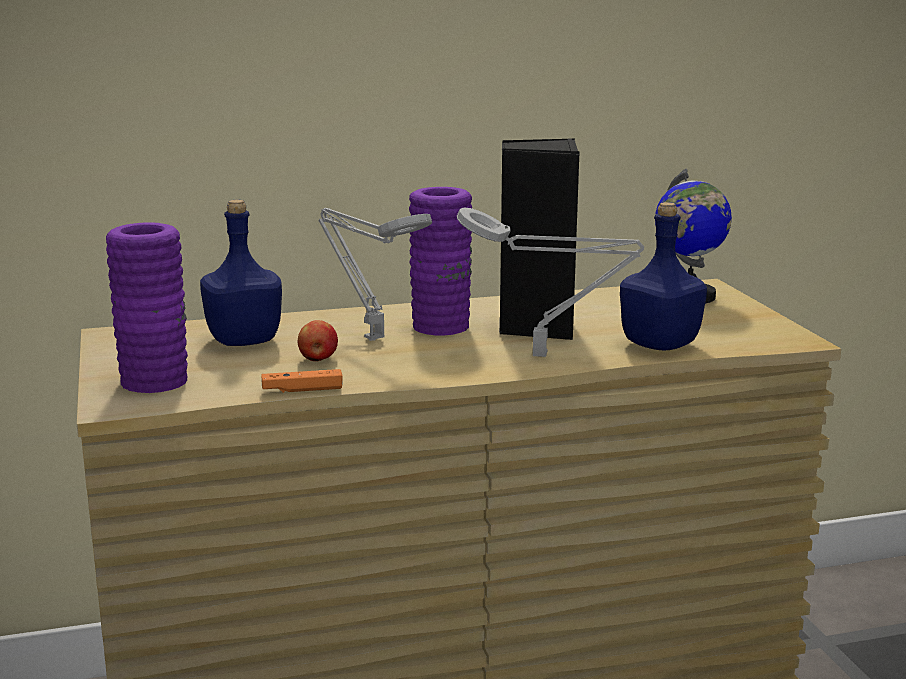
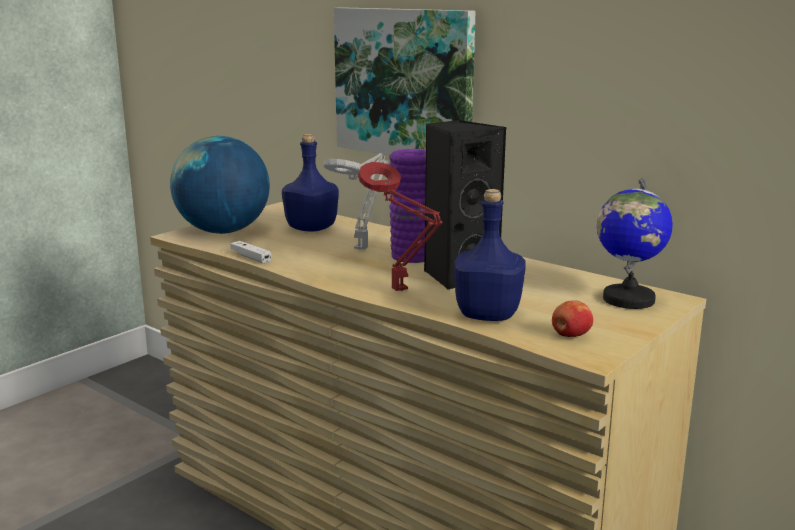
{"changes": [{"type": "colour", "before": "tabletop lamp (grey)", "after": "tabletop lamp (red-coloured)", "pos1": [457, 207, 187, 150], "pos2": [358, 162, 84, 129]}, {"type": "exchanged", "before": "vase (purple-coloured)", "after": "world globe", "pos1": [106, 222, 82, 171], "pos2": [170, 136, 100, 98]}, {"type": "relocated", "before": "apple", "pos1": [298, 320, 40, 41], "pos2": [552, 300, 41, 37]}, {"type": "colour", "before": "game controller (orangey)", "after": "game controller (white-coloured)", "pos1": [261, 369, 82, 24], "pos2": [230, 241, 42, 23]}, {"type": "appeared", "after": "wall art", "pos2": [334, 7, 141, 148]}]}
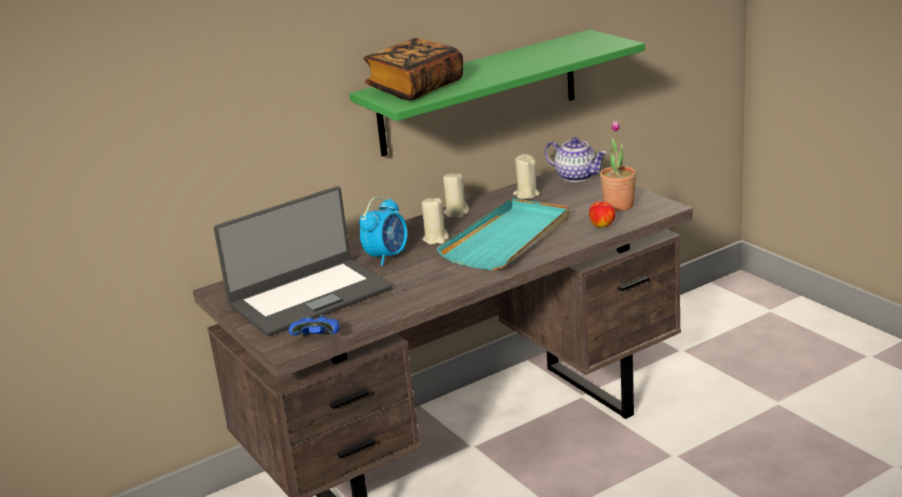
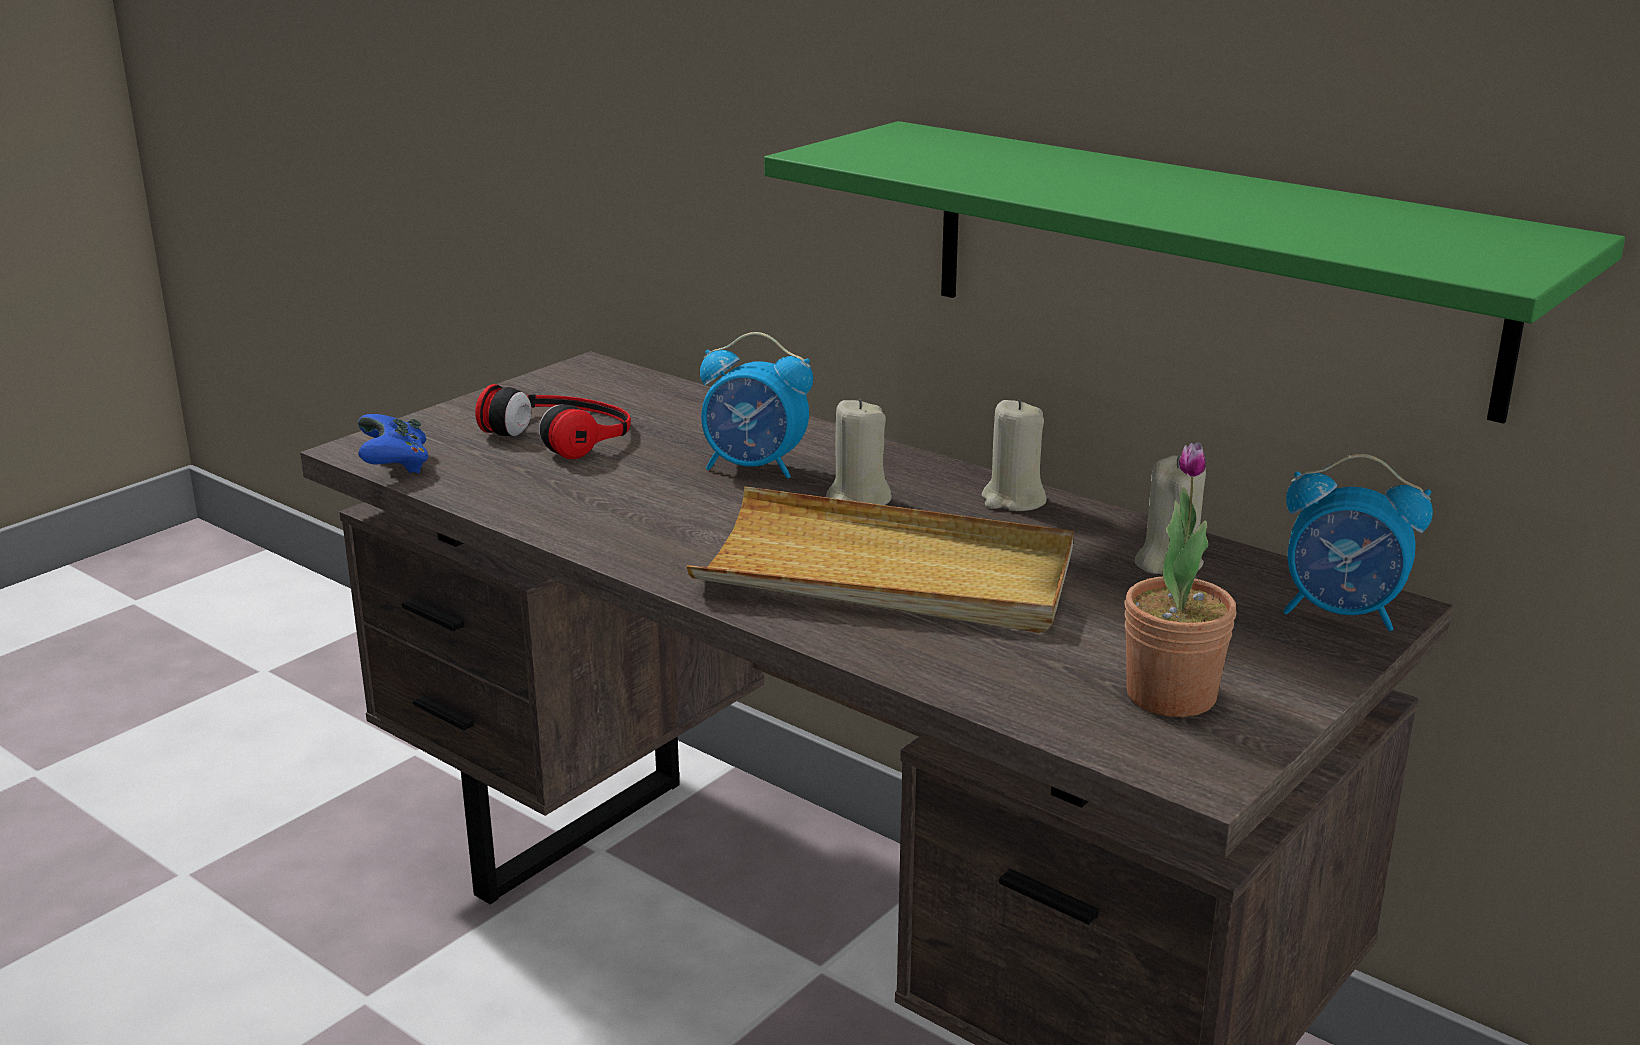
{"changes": [{"type": "missing", "before": "book", "pos1": [363, 38, 100, 62]}, {"type": "exchanged", "before": "tea pot", "after": "table clock", "pos1": [545, 137, 62, 45], "pos2": [1283, 454, 150, 177]}, {"type": "exchanged", "before": "portable computer", "after": "pair of headphones", "pos1": [214, 186, 178, 150], "pos2": [475, 384, 156, 75]}, {"type": "colour", "before": "serving tray (turquoise-coloured)", "after": "serving tray (sand-coloured)", "pos1": [437, 198, 133, 72], "pos2": [687, 487, 387, 146]}, {"type": "missing", "before": "apple", "pos1": [589, 202, 27, 26]}]}
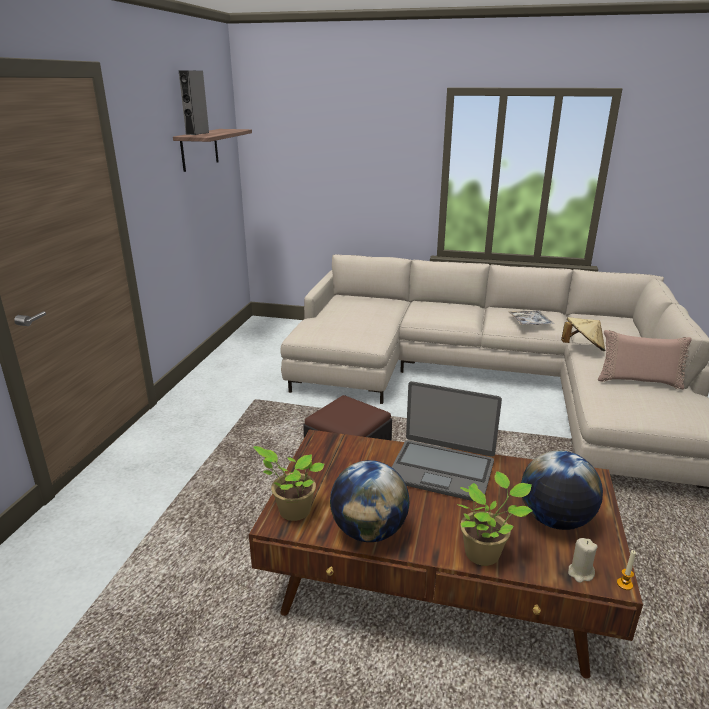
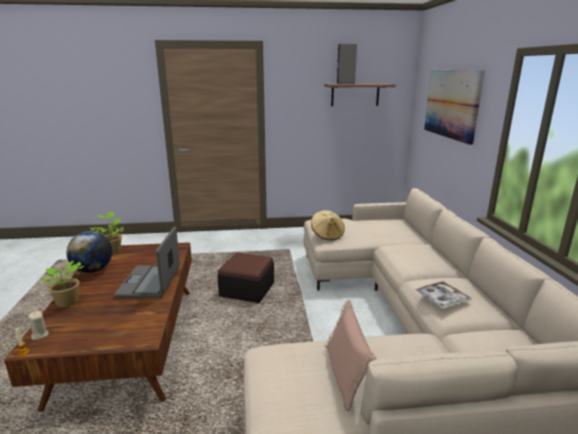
{"changes": [{"type": "relocated", "before": "wearable hat (sand-coloured)", "pos1": [561, 317, 44, 34], "pos2": [311, 210, 34, 31]}, {"type": "missing", "before": "world globe", "pos1": [521, 450, 82, 80]}, {"type": "appeared", "after": "wall art", "pos2": [424, 70, 61, 75]}]}
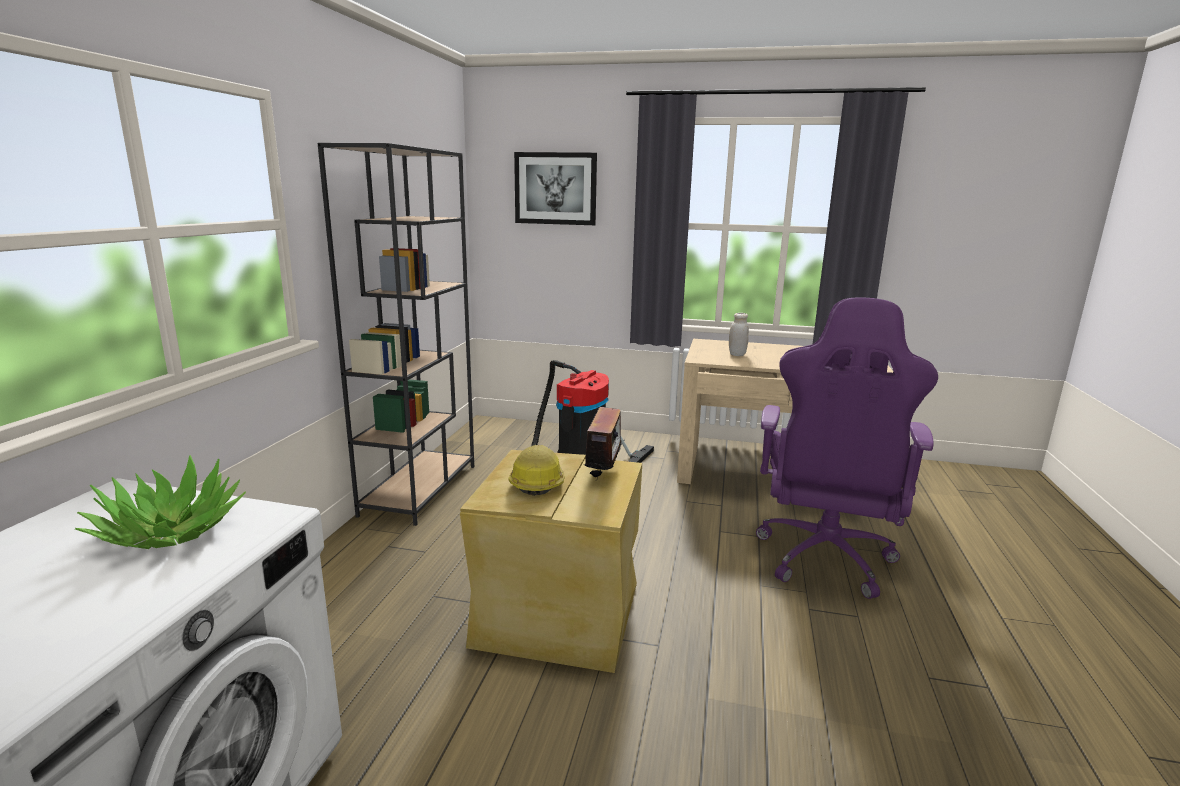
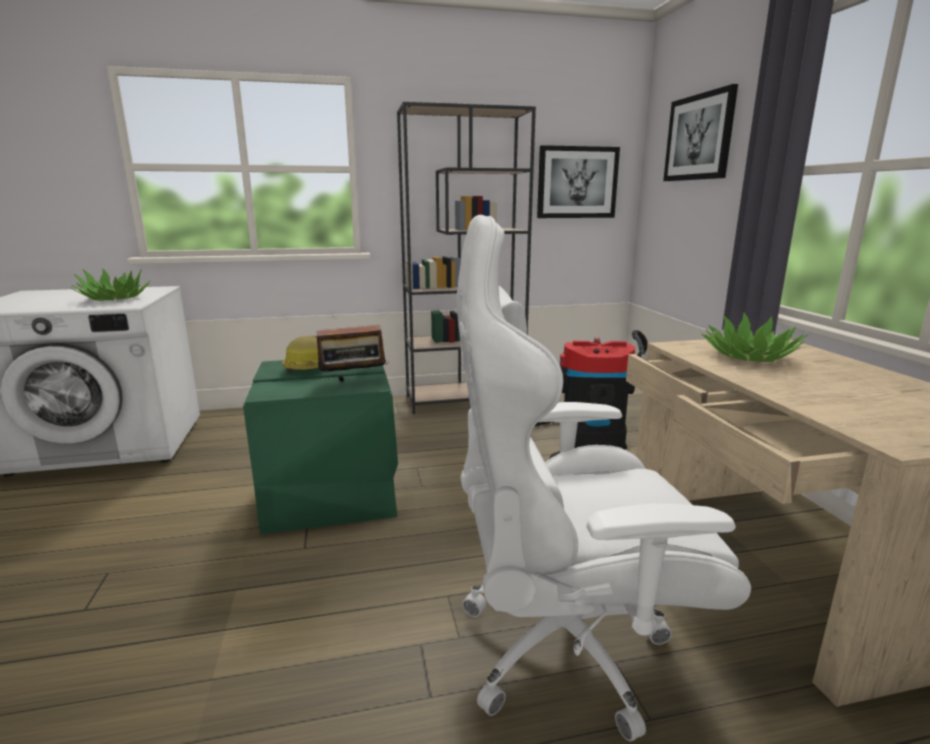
{"changes": [{"type": "colour", "before": "office chair (purple-coloured)", "after": "office chair (white-coloured)", "pos1": [756, 297, 182, 302], "pos2": [456, 215, 295, 527]}, {"type": "exchanged", "before": "preserve jar (white-coloured)", "after": "potted plant", "pos1": [729, 313, 20, 43], "pos2": [701, 313, 106, 49]}, {"type": "colour", "before": "storage container (sand-coloured)", "after": "storage container (greenish)", "pos1": [460, 450, 182, 223], "pos2": [243, 360, 155, 174]}, {"type": "appeared", "after": "wall art", "pos2": [537, 145, 83, 73]}]}
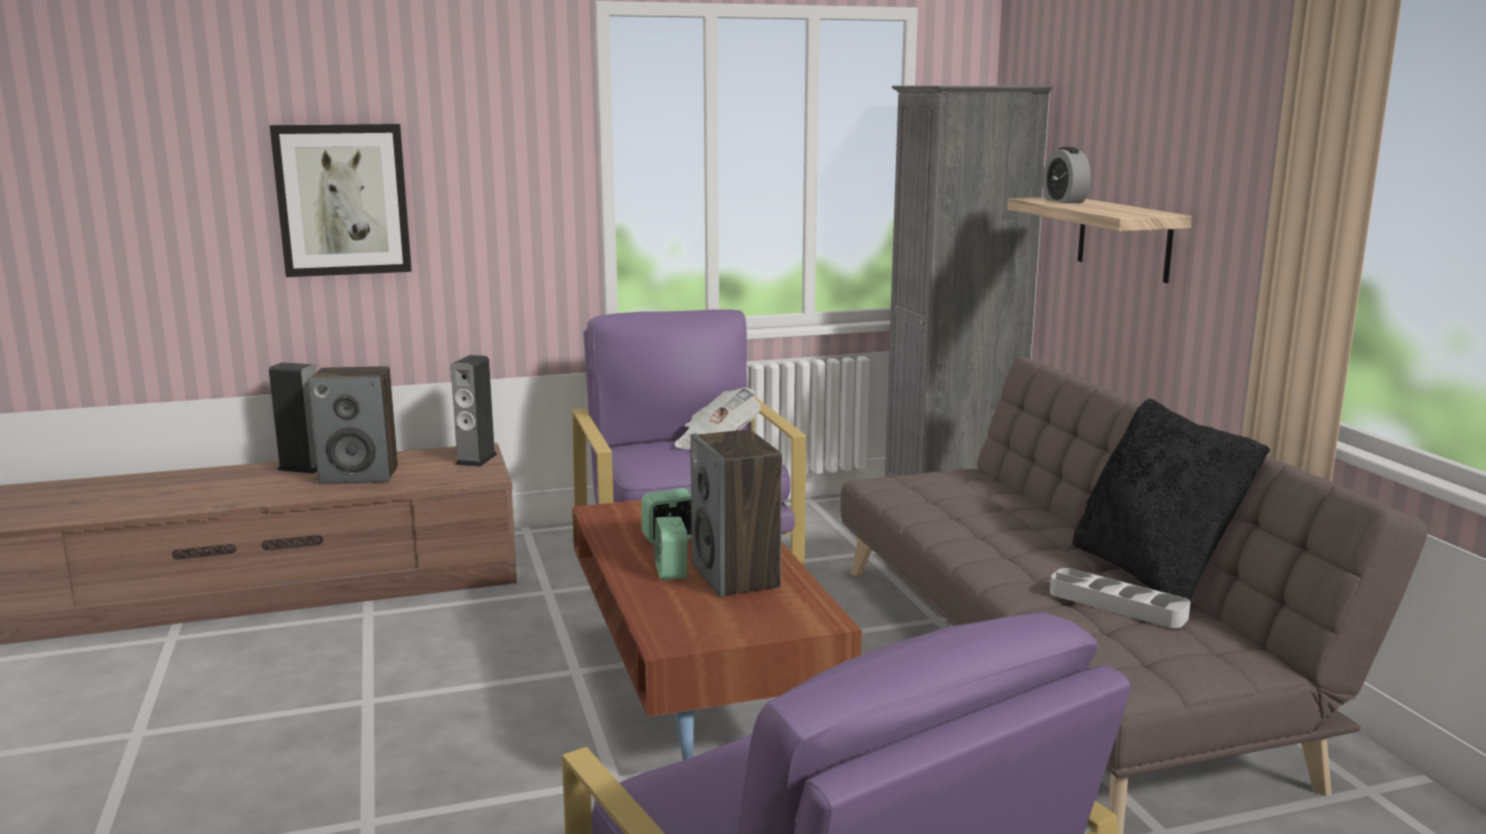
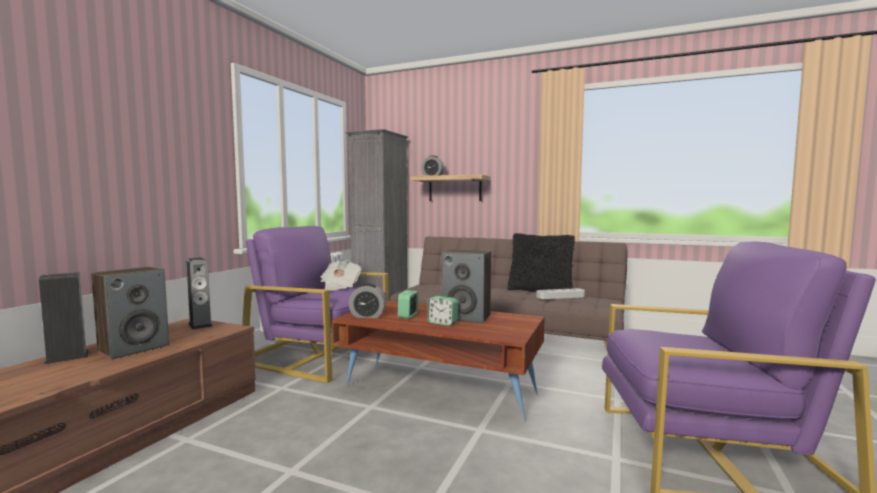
{"changes": [{"type": "missing", "before": "wall art", "pos1": [270, 124, 142, 153]}, {"type": "appeared", "after": "table clock", "pos2": [349, 283, 37, 35]}]}
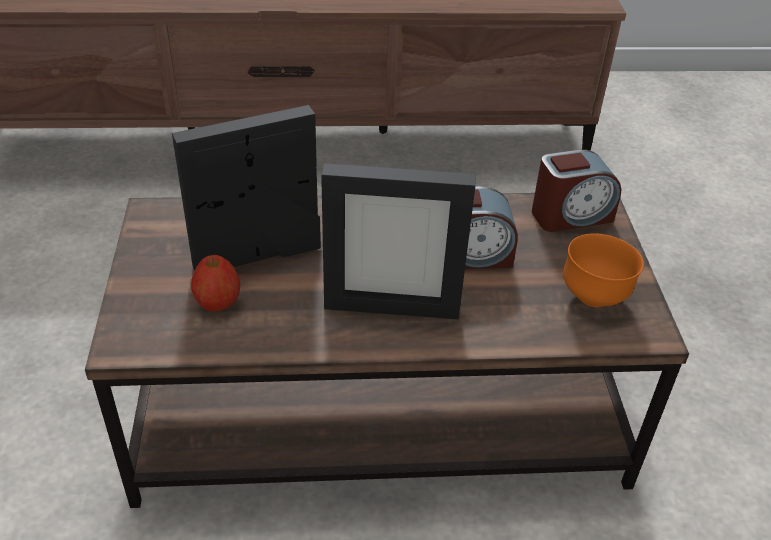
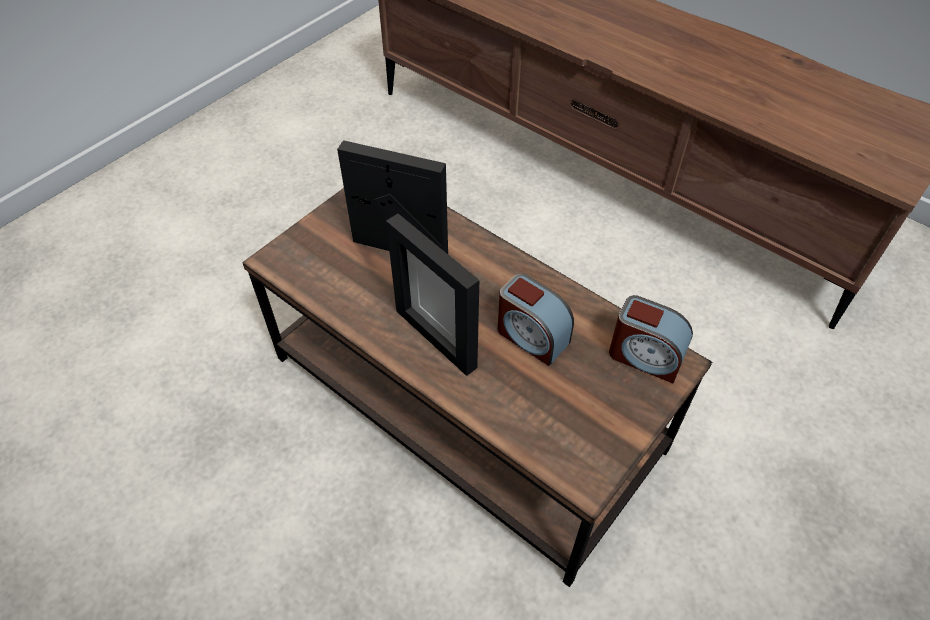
{"changes": [{"type": "missing", "before": "bowl (orangey)", "pos1": [563, 233, 81, 74]}, {"type": "missing", "before": "apple", "pos1": [191, 255, 49, 57]}]}
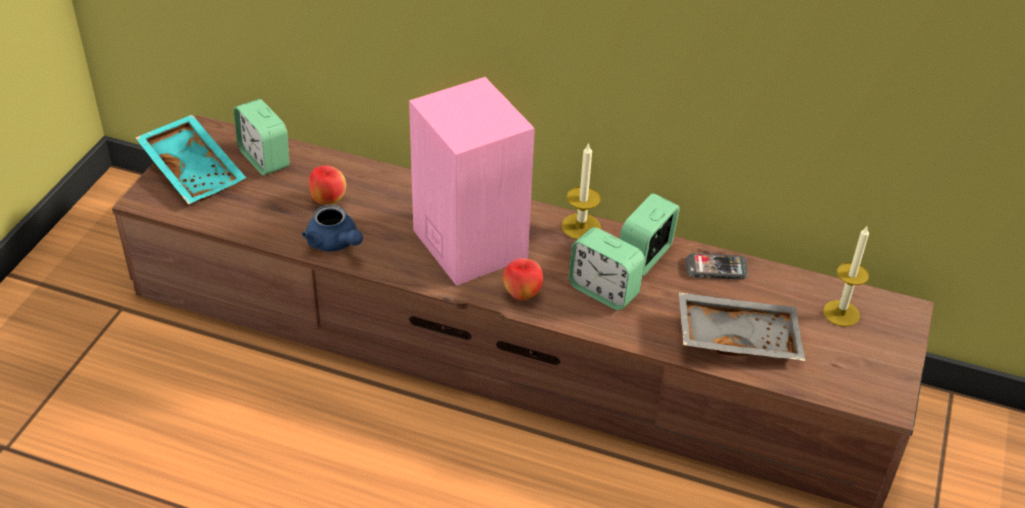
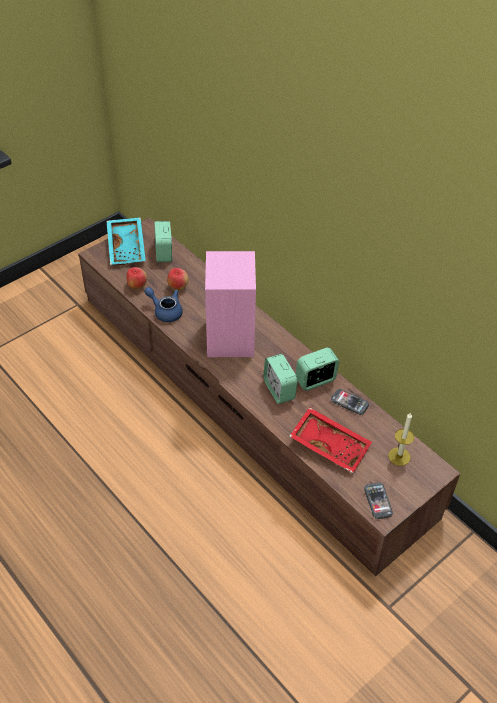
{"changes": [{"type": "missing", "before": "wax candle", "pos1": [562, 143, 39, 97]}, {"type": "spun", "before": "tea pot (blue)", "pos1": [302, 205, 61, 46], "pos2": [144, 287, 39, 35], "turn": 135}, {"type": "relocated", "before": "apple", "pos1": [503, 258, 40, 43], "pos2": [126, 267, 21, 22]}, {"type": "colour", "before": "serving tray (grey)", "after": "serving tray (red-coloured)", "pos1": [679, 292, 126, 69], "pos2": [290, 407, 82, 66]}, {"type": "appeared", "after": "handset", "pos2": [364, 482, 29, 37]}]}
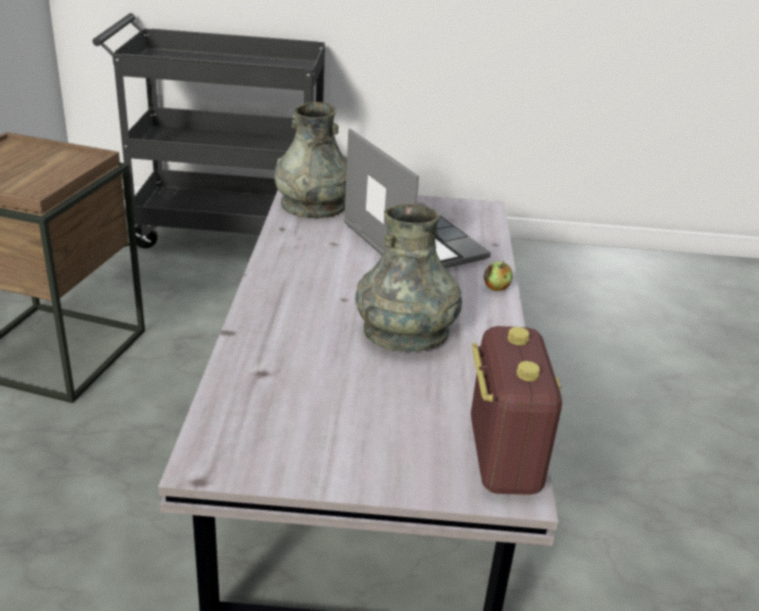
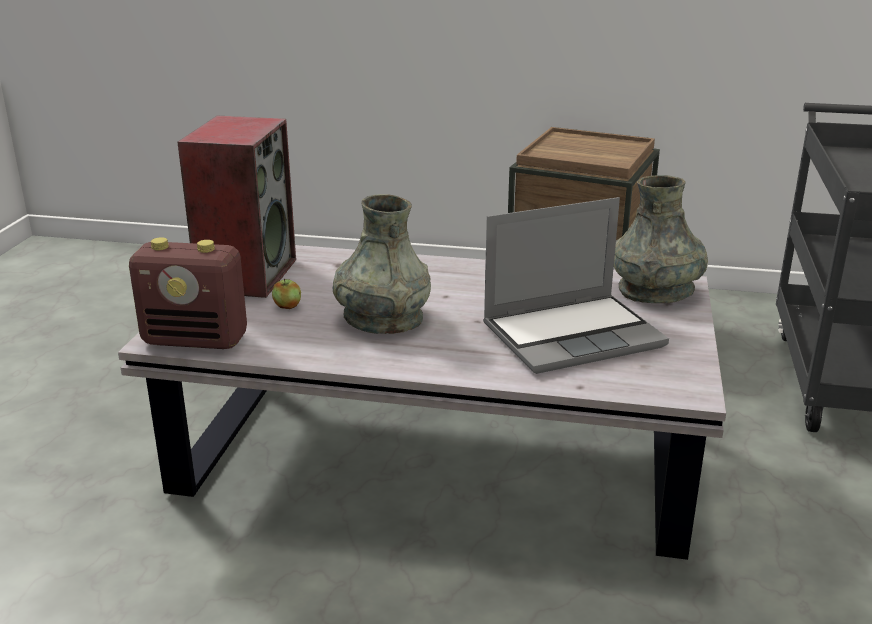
{"changes": [{"type": "relocated", "before": "apple", "pos1": [484, 261, 29, 30], "pos2": [272, 279, 29, 30]}, {"type": "appeared", "after": "audio speaker", "pos2": [178, 116, 118, 182]}]}
